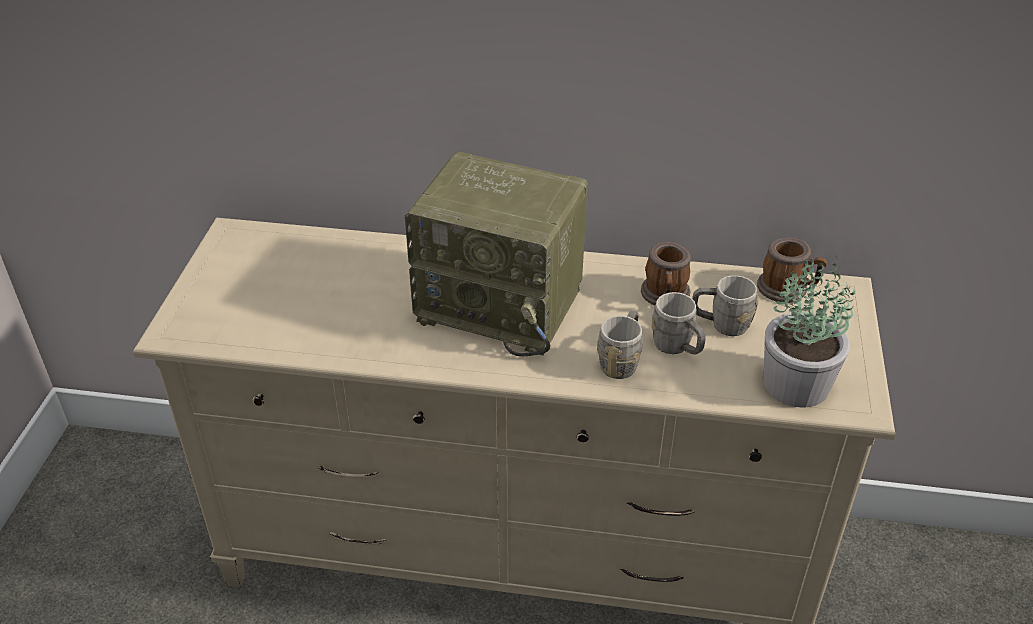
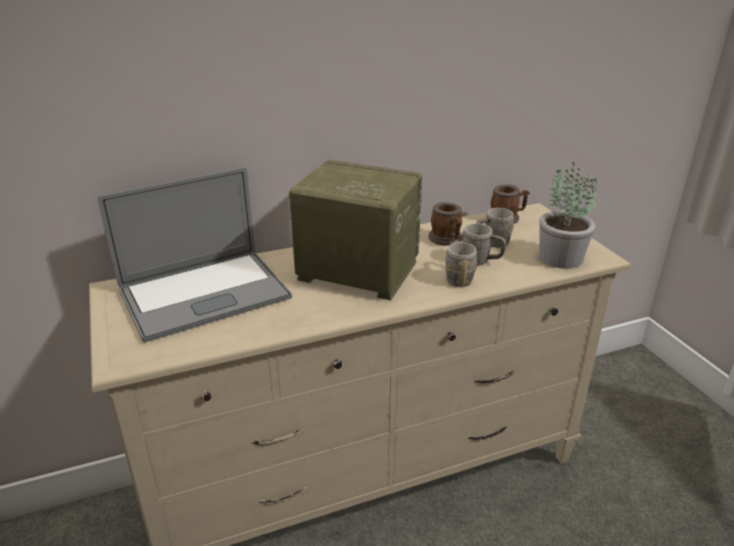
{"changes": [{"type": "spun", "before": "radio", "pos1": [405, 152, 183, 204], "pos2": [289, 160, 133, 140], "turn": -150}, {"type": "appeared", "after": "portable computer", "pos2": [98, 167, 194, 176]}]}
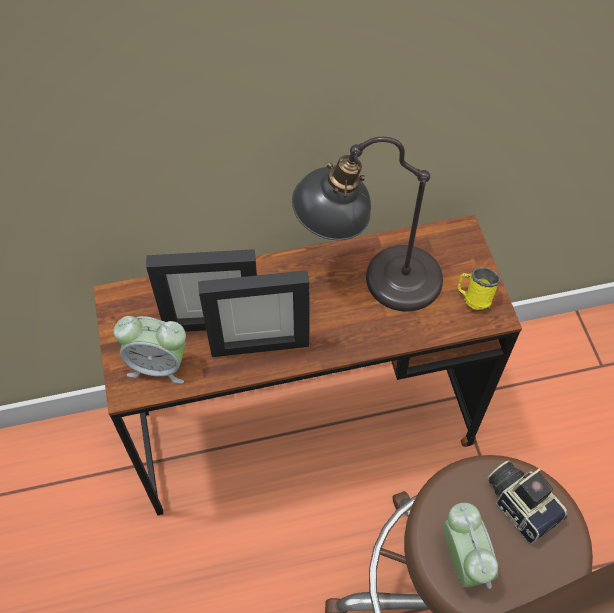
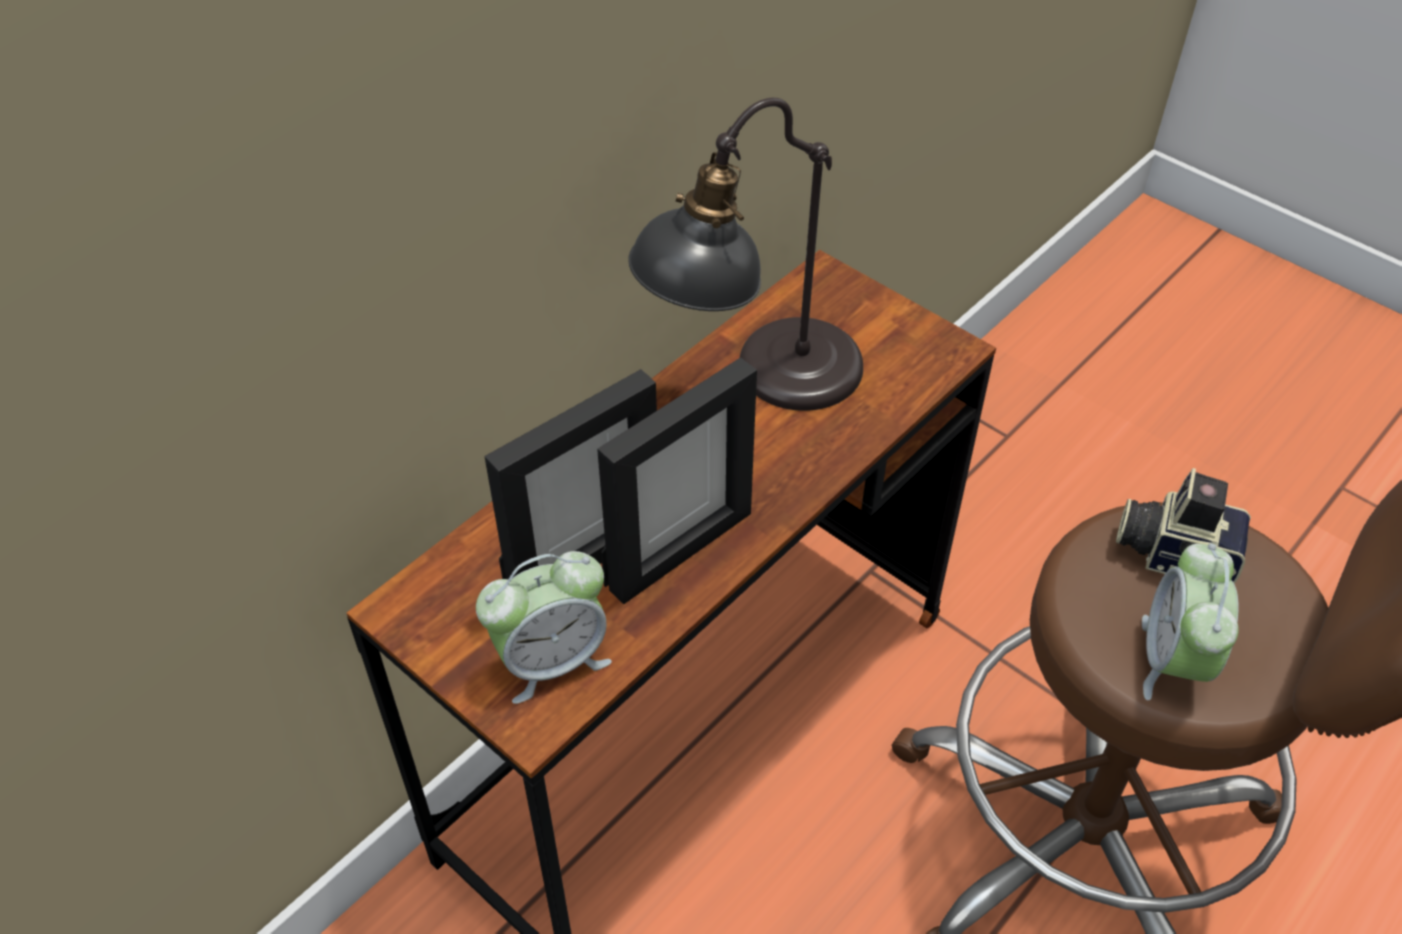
{"changes": [{"type": "missing", "before": "tea mug (yellowish)", "pos1": [457, 267, 43, 43]}, {"type": "spun", "before": "table clock", "pos1": [443, 503, 55, 86], "pos2": [1142, 543, 97, 157], "turn": -120}]}
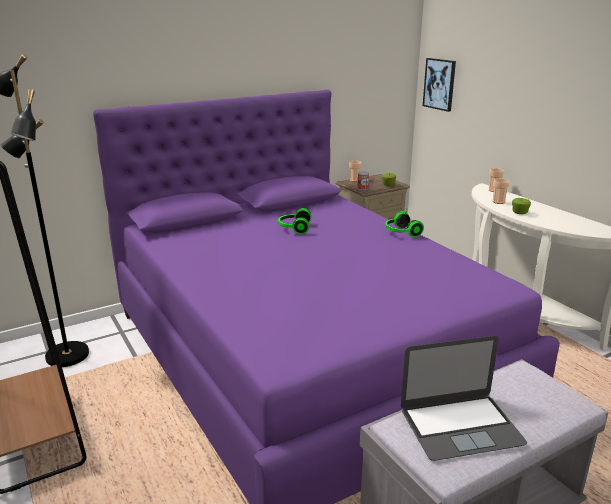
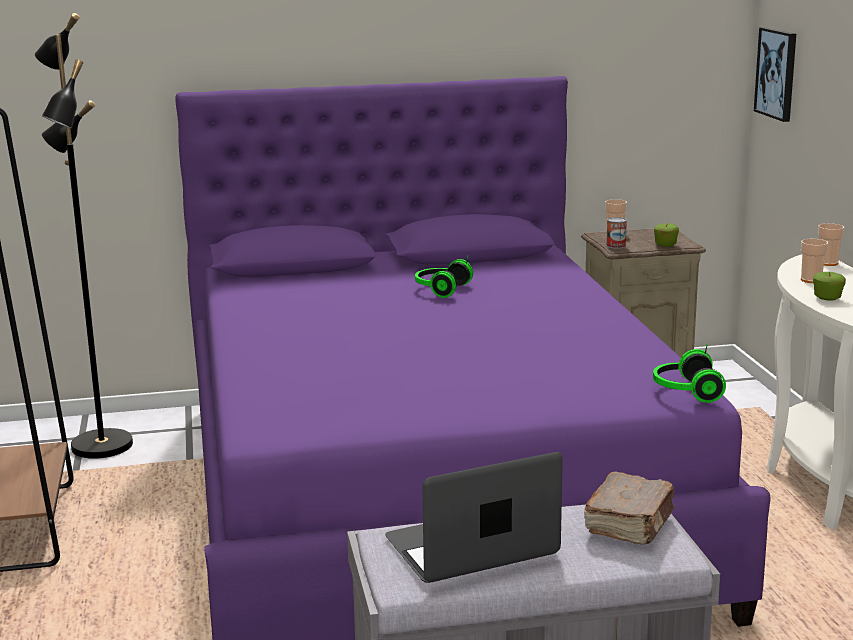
{"changes": [{"type": "relocated", "before": "pair of headphones", "pos1": [385, 209, 39, 28], "pos2": [653, 344, 73, 59]}, {"type": "spun", "before": "portable computer", "pos1": [401, 336, 126, 125], "pos2": [385, 452, 178, 131], "turn": 150}, {"type": "appeared", "after": "book (brown-coloured)", "pos2": [584, 472, 90, 73]}]}
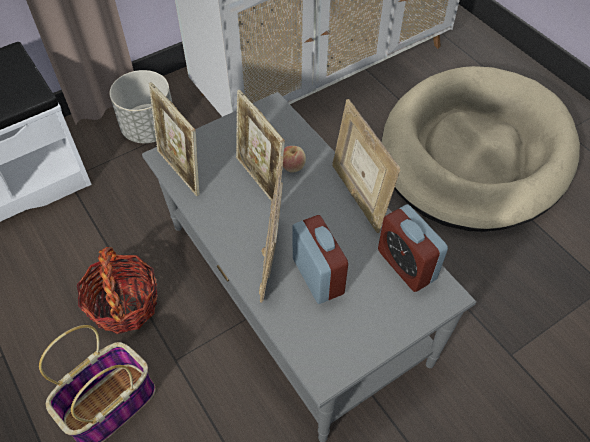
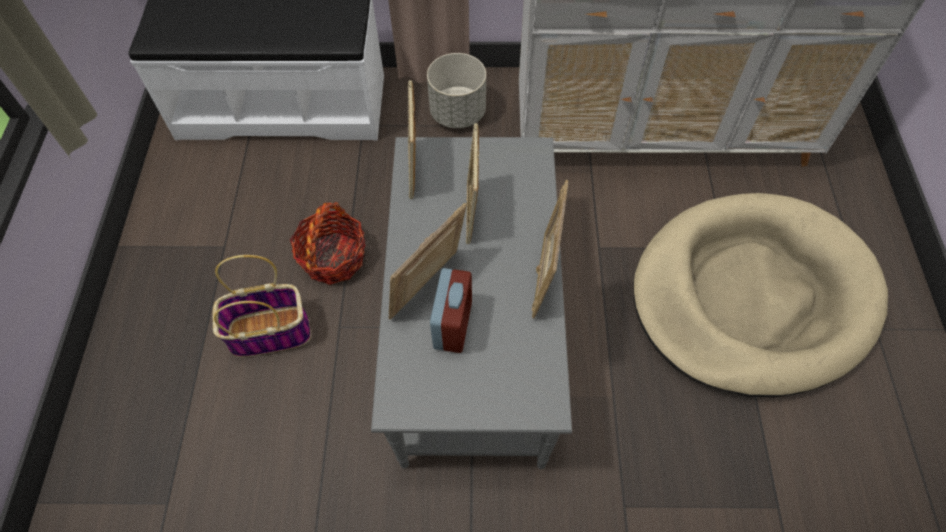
{"changes": [{"type": "missing", "before": "apple", "pos1": [283, 146, 23, 27]}, {"type": "missing", "before": "table clock", "pos1": [378, 204, 70, 88]}]}
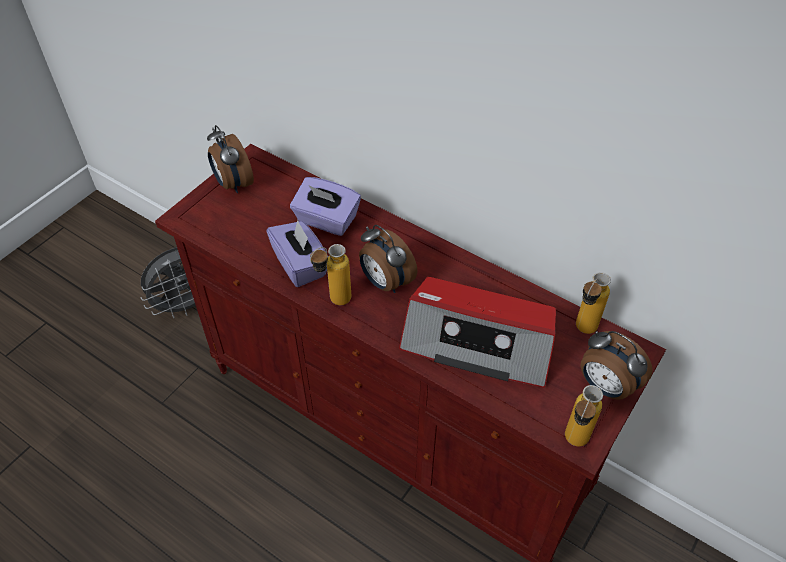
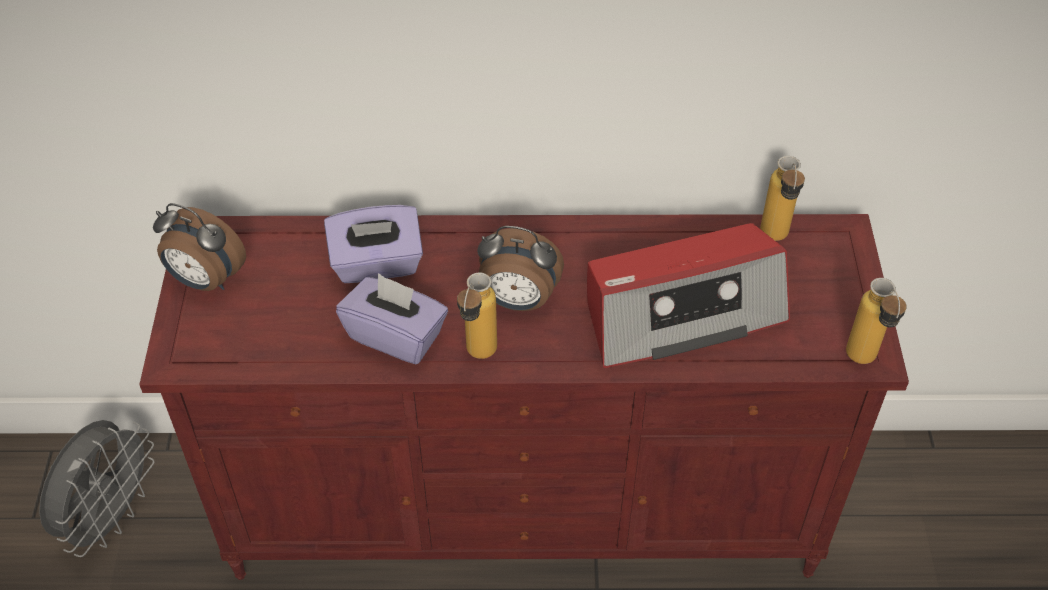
{"changes": [{"type": "missing", "before": "table clock", "pos1": [580, 331, 73, 69]}]}
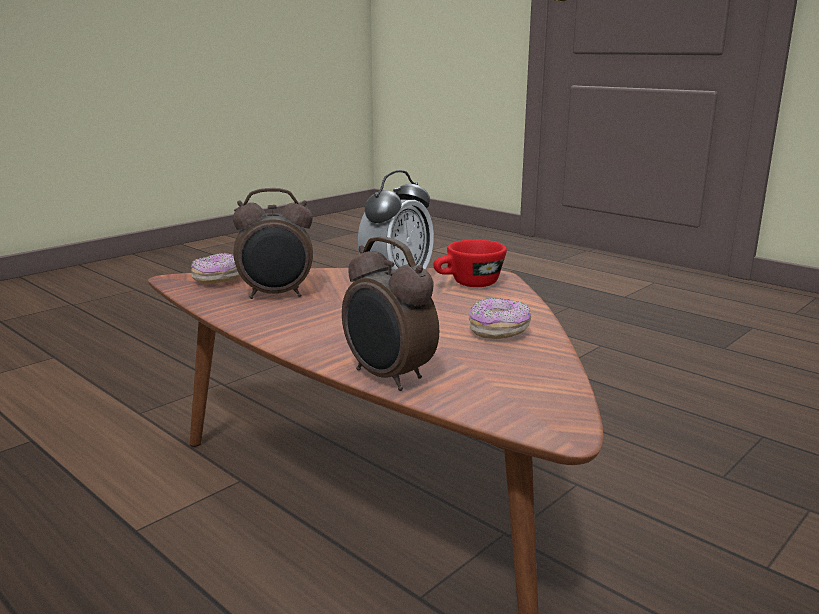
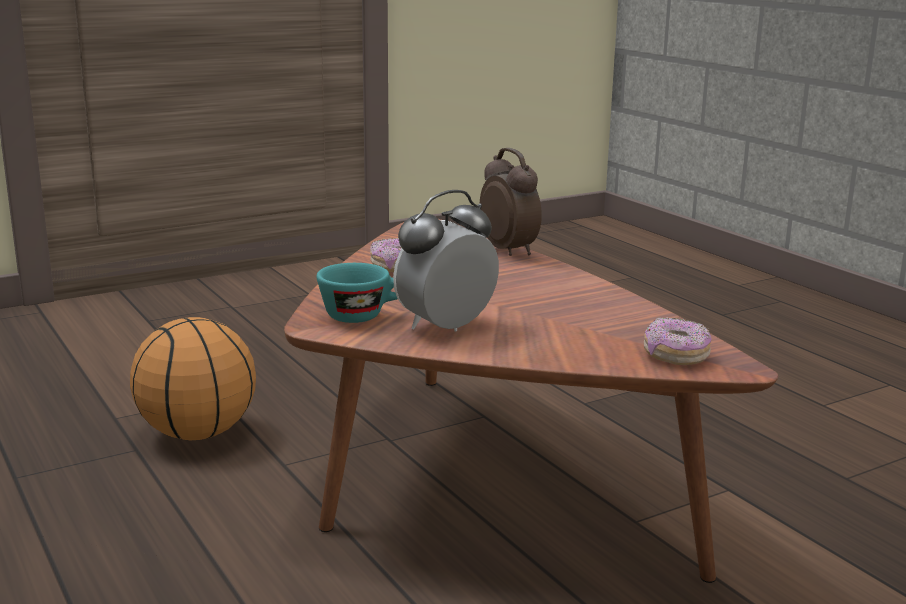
{"changes": [{"type": "missing", "before": "table clock", "pos1": [233, 188, 80, 111]}, {"type": "colour", "before": "drinking cup (red-coloured)", "after": "drinking cup (turquoise-coloured)", "pos1": [433, 240, 74, 47], "pos2": [316, 263, 81, 60]}, {"type": "appeared", "after": "basketball", "pos2": [130, 317, 126, 123]}]}
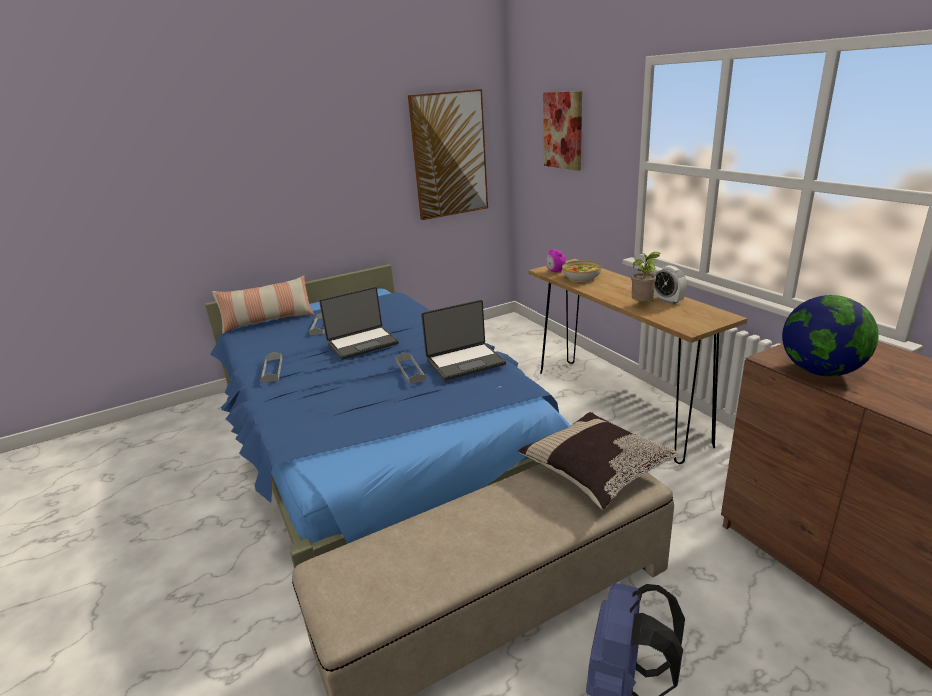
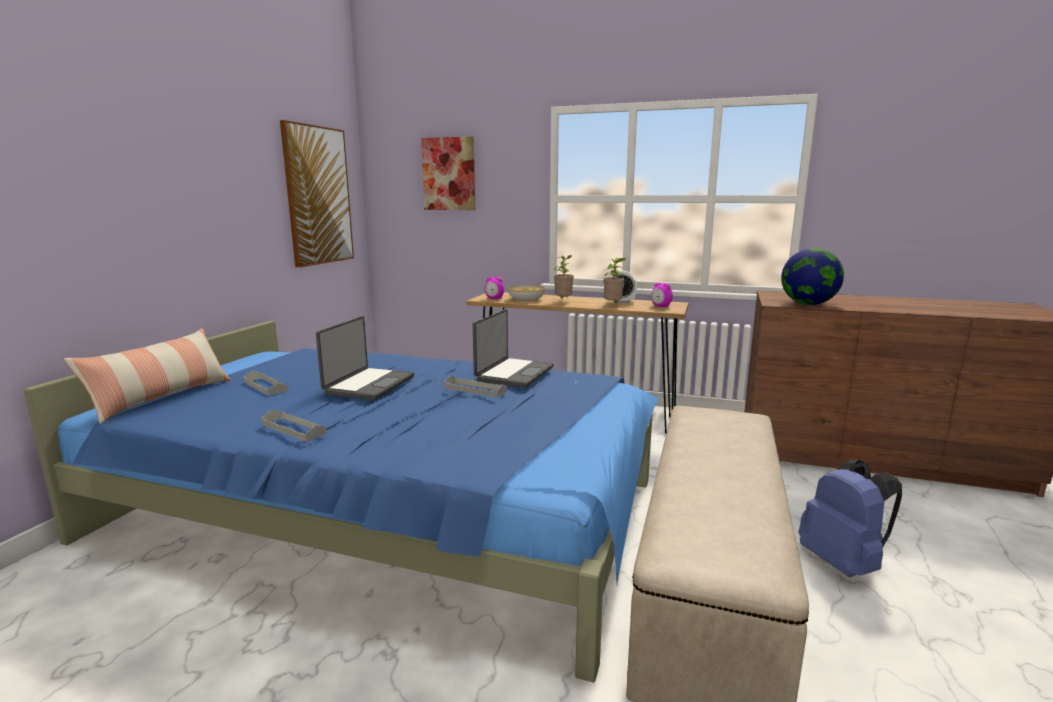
{"changes": [{"type": "missing", "before": "throw pillow", "pos1": [518, 412, 160, 98]}, {"type": "appeared", "after": "potted plant", "pos2": [554, 255, 20, 43]}, {"type": "appeared", "after": "table clock", "pos2": [651, 283, 22, 24]}]}
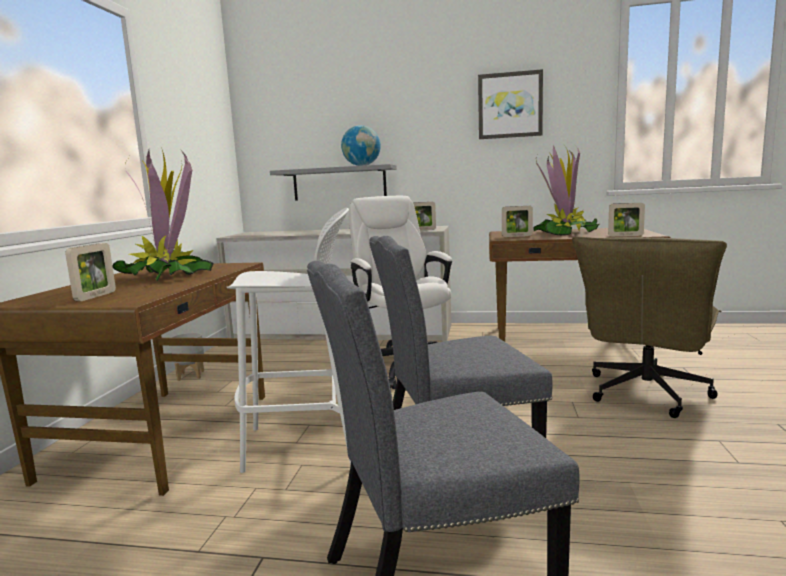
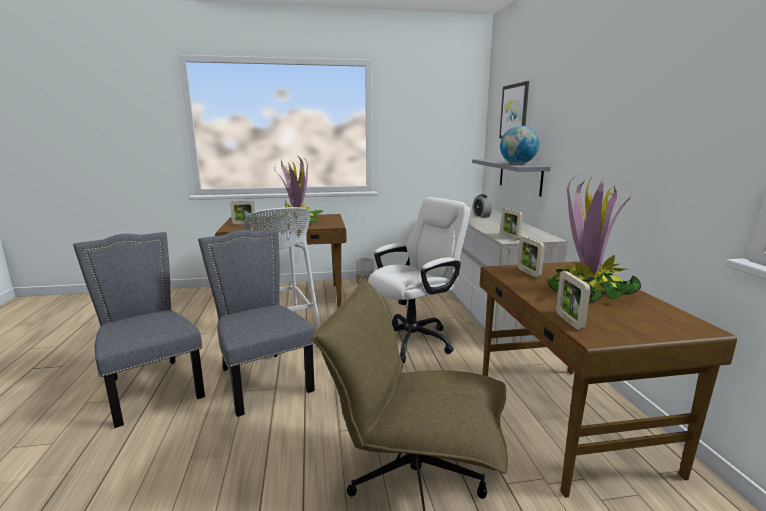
{"changes": [{"type": "relocated", "before": "wall art", "pos1": [478, 69, 65, 70], "pos2": [499, 81, 30, 57]}, {"type": "appeared", "after": "table clock", "pos2": [473, 194, 19, 24]}]}
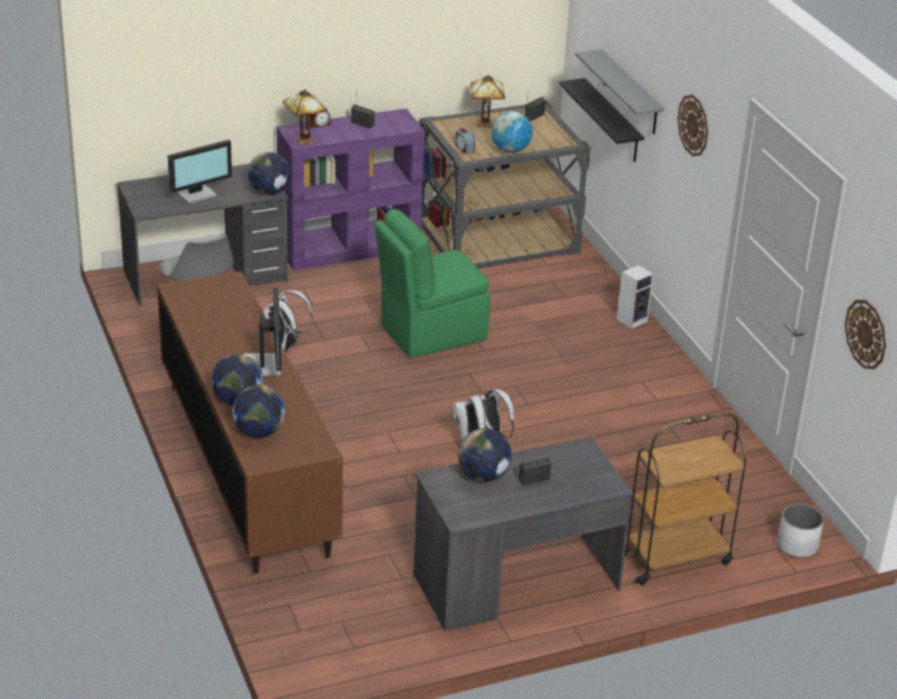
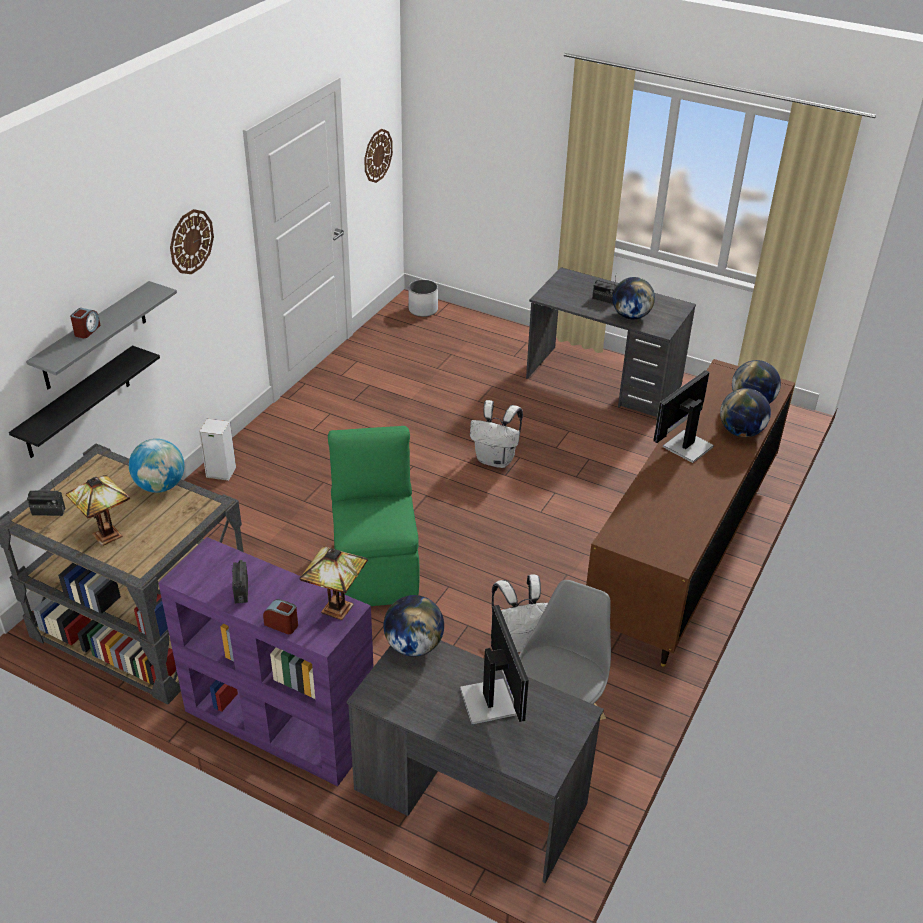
{"changes": [{"type": "relocated", "before": "table clock", "pos1": [455, 128, 20, 26], "pos2": [70, 308, 31, 30]}, {"type": "spun", "before": "computer display", "pos1": [168, 139, 64, 65], "pos2": [460, 605, 69, 119], "turn": 60}, {"type": "spun", "before": "upright chair (greenish)", "pos1": [374, 209, 116, 149], "pos2": [328, 426, 92, 180], "turn": -120}, {"type": "missing", "before": "wheeled cart (brown-coloured)", "pos1": [624, 413, 122, 173]}]}
